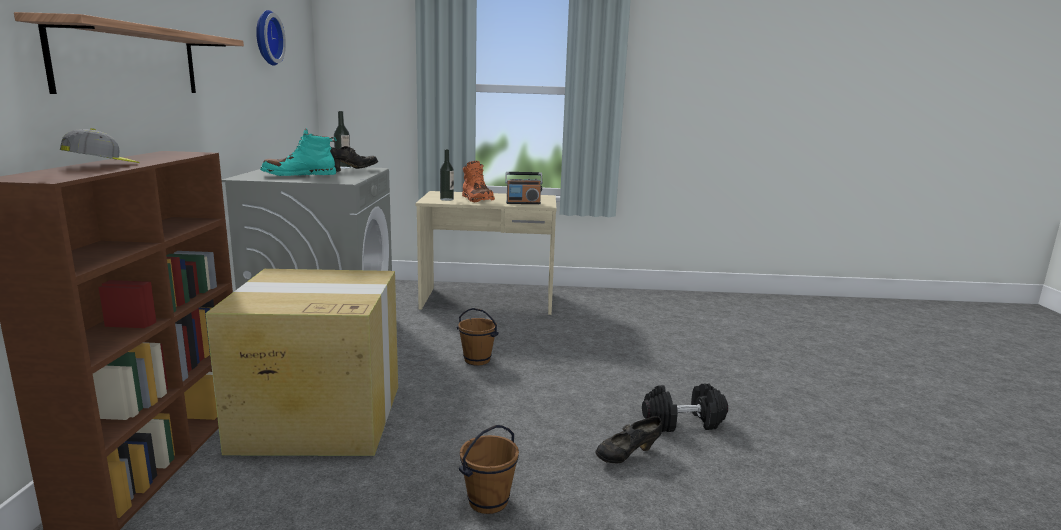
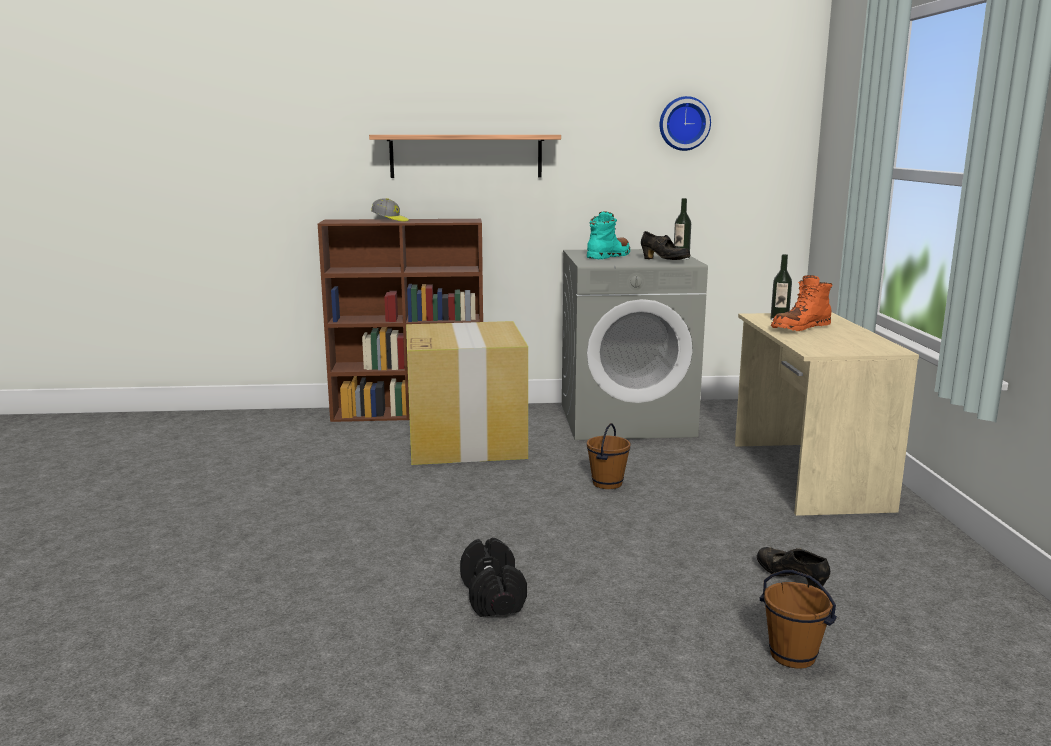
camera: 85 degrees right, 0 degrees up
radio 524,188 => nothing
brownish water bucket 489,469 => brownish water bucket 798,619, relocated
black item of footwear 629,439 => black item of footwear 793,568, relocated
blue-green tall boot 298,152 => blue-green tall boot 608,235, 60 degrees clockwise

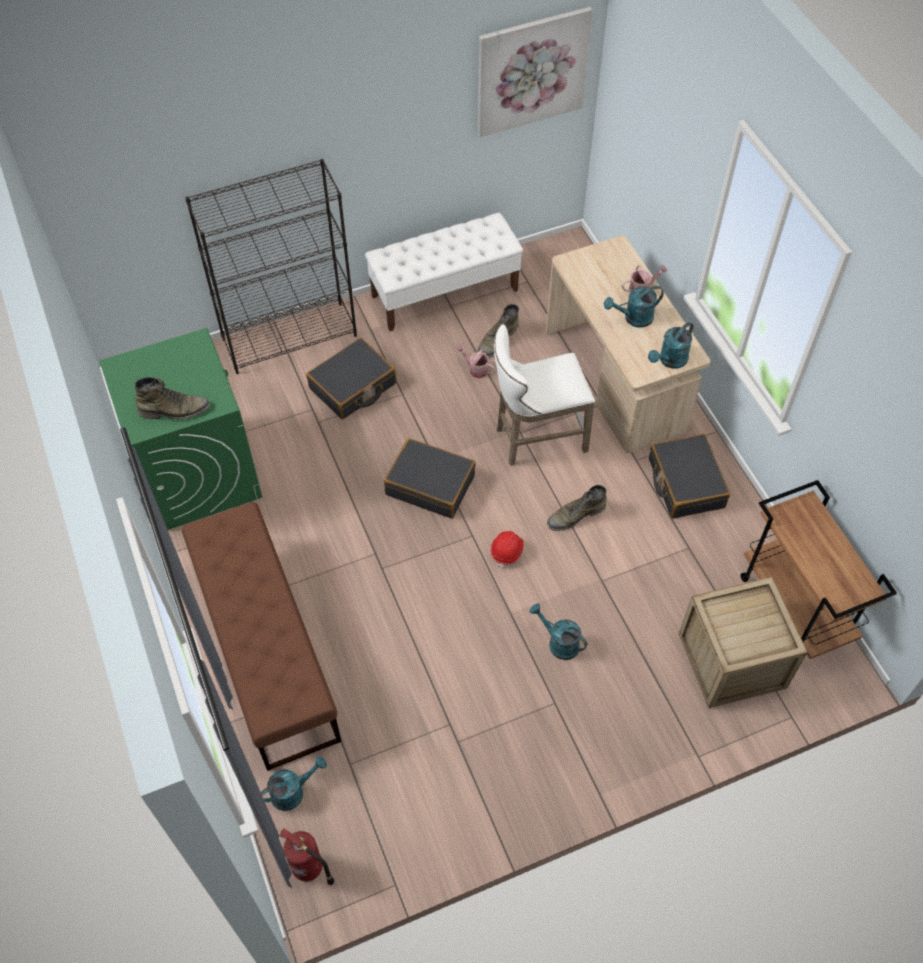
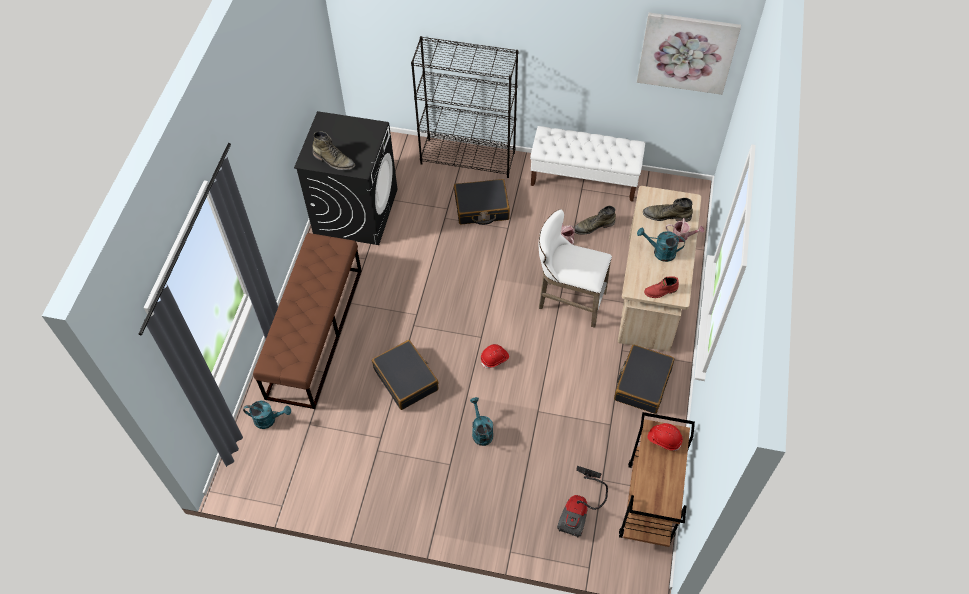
camera: 35 degrees right, 0 degrees up
fire-fighting cylinder 307,856 => nothing
nothing => red-coloured hard hat 665,437
black piece of luggage 430,478 => black piece of luggage 405,375, relocated
green-coloured tall boot 577,508 => green-coloured tall boot 668,210, relocated
blue-green watering can 671,345 => red-coloured tall boot 661,287
crate 743,642 => vacuum 582,502
green-coloured laundry machine 180,429 => black laundry machine 346,178

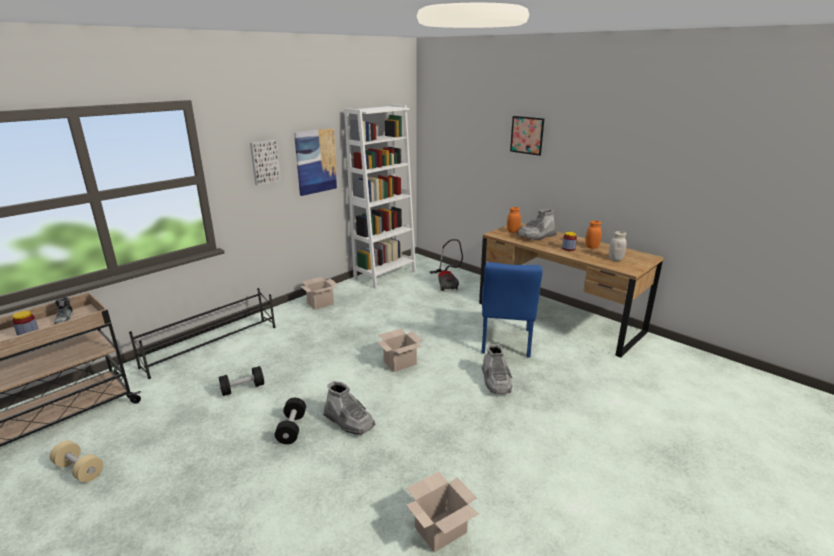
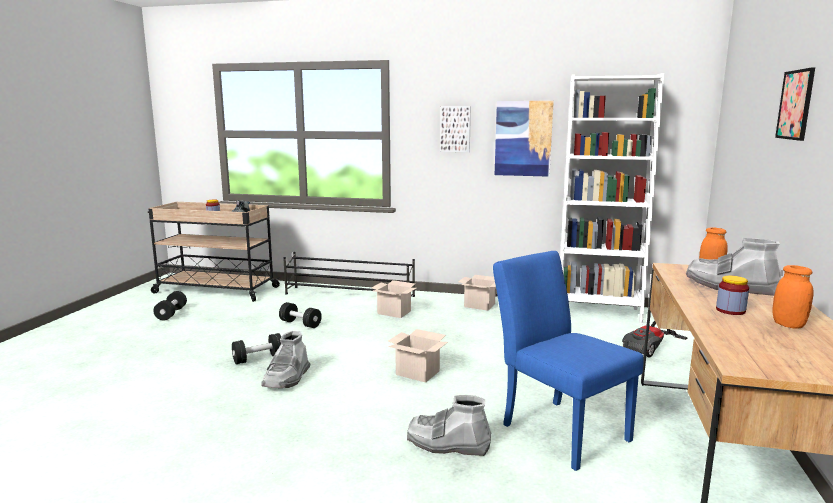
camera: 60 degrees right, 10 degrees down
white-coloured preserve jar 617,246 => nothing
packing box 442,512 => packing box 393,299, relocated
beige-coloured free weight 76,461 => black free weight 170,305
blue-coloured chair 512,310 => blue-coloured chair 568,361, 75 degrees clockwise
gray tall boot 496,369 => gray tall boot 449,425, 45 degrees clockwise

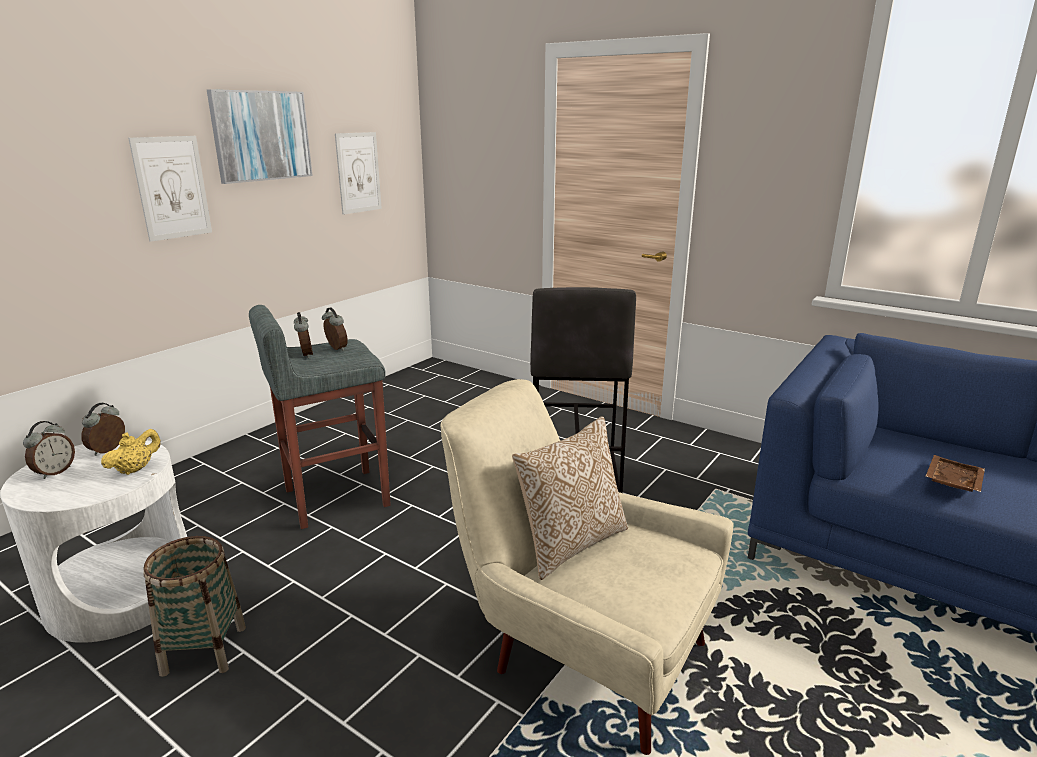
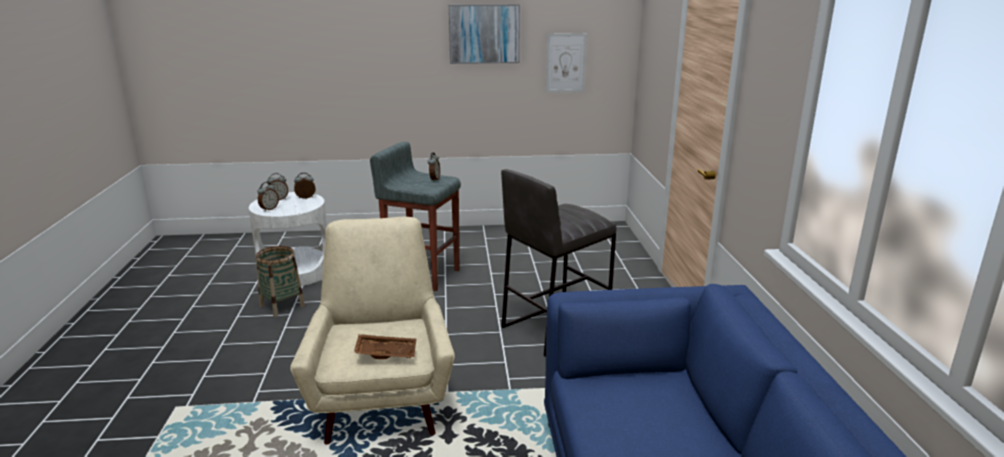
camera: 50 degrees right, 0 degrees up
yellowish pot for tea 131,452 => nothing
picture 170,189 => nothing
cushion 570,498 => nothing
alarm clock 303,335 => alarm clock 268,196, relocated
brownish carrying tray 955,473 => brownish carrying tray 385,346, relocated

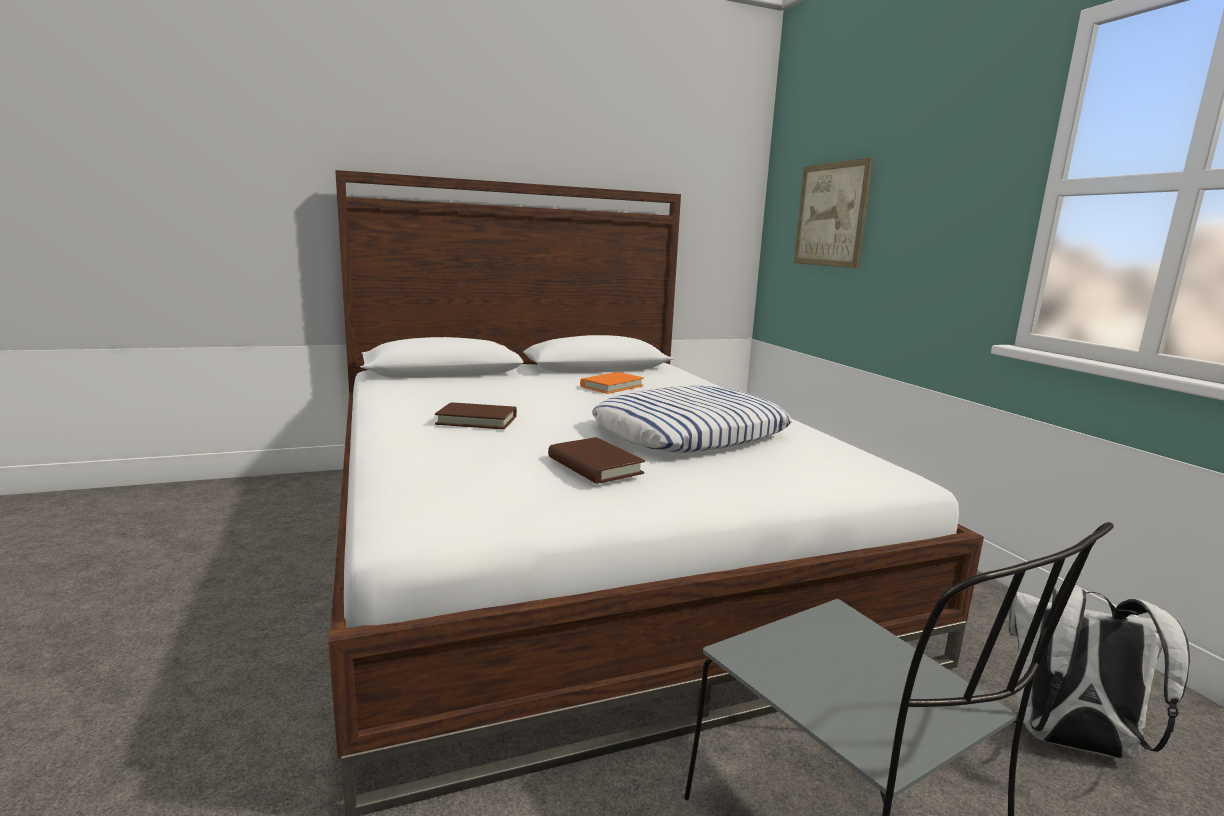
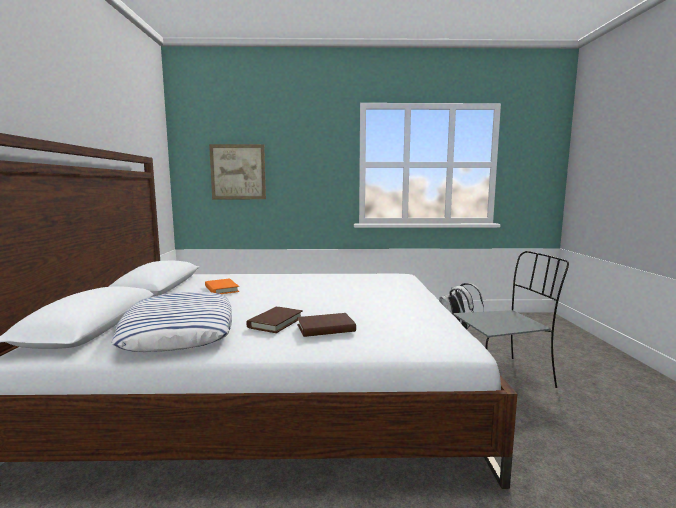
camera: 70 degrees left, 5 degrees down
brownish bound book 596,460 => brownish bound book 326,325, relocated
cushion 692,419 => cushion 172,322, relocated

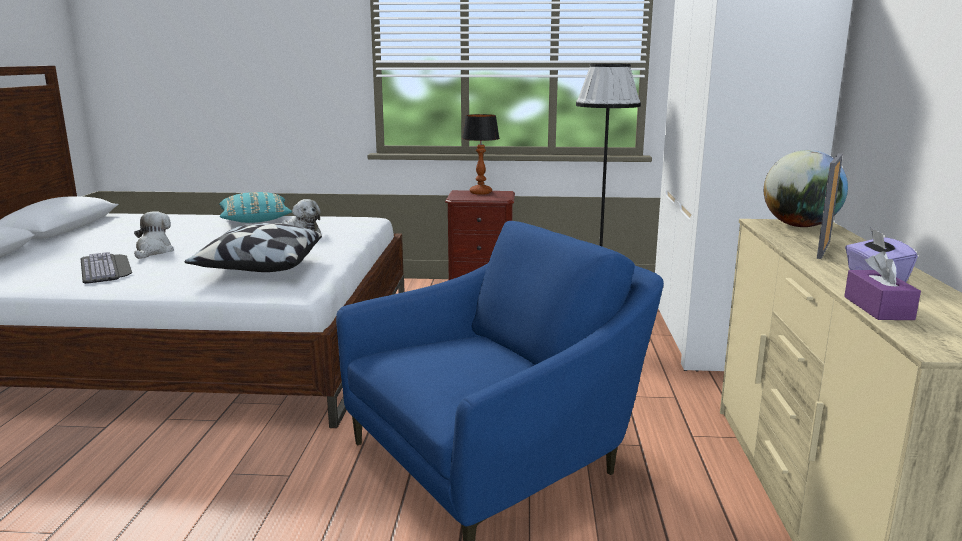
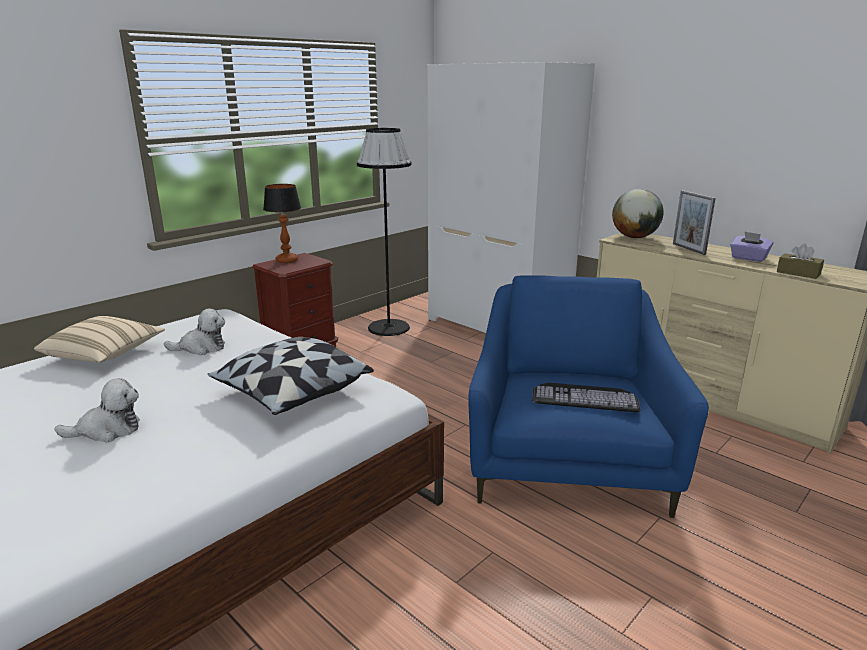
camera: 50 degrees left, 5 degrees up
PC keyboard 106,268 => PC keyboard 586,397, relocated
blue-green cushion 255,207 => beige-coloured cushion 99,339
purple box of tissues 882,285 => brownish box of tissues 800,261
plush toy 154,235 => plush toy 97,410, 120 degrees clockwise

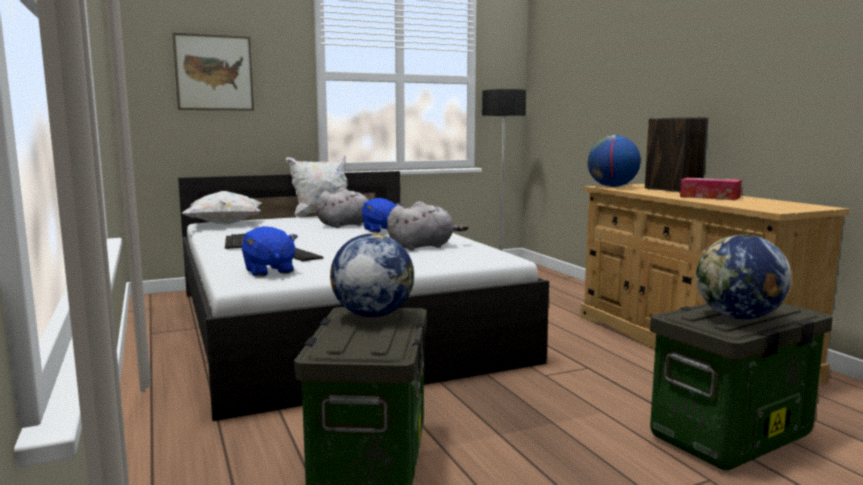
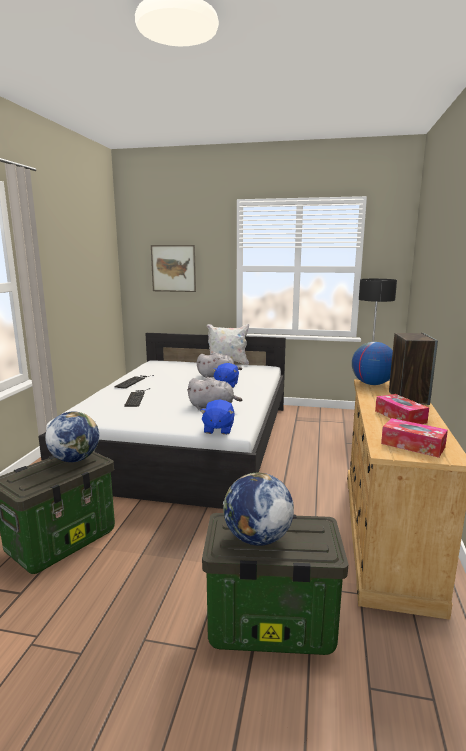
camera: 35 degrees right, 5 degrees up
white-coloured cushion 221,207 => nothing
nothing => box of tissues 414,438
blue-coloured plush toy 270,251 => blue-coloured plush toy 217,417, relocated

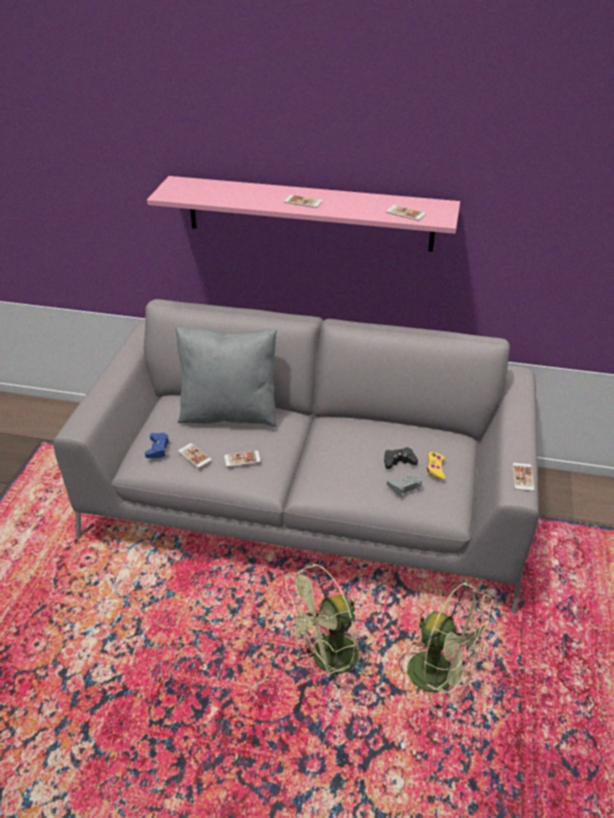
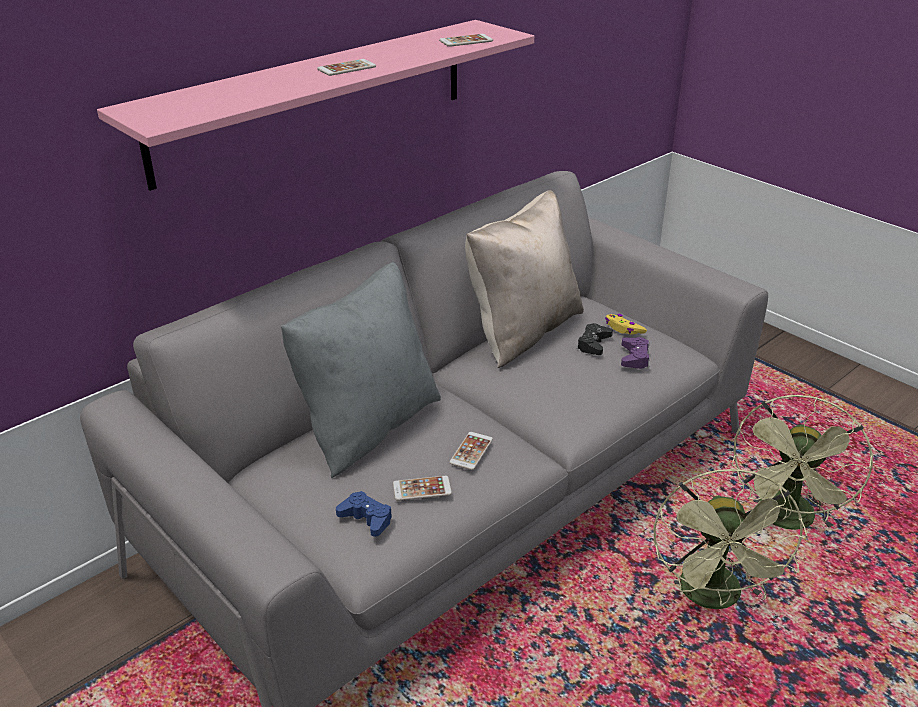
camera: 55 degrees left, 5 degrees down
phone 524,477 => nothing
nothing => beige-coloured cushion 524,279
gray game controller 404,483 => purple game controller 635,353
green-coloured cooling fan 450,639 => green-coloured cooling fan 802,462, 135 degrees clockwise

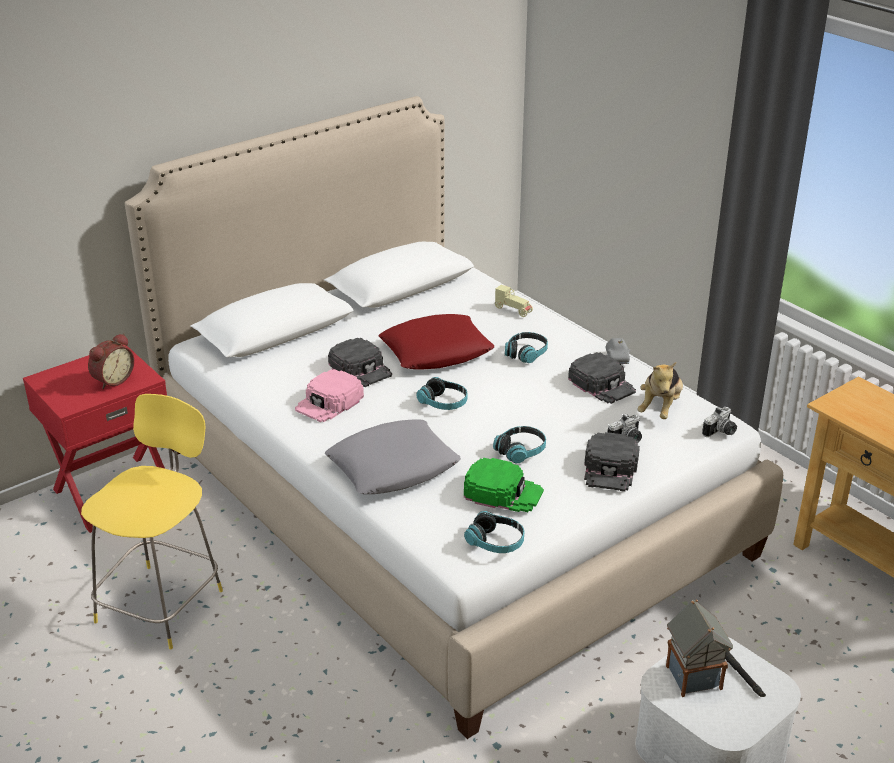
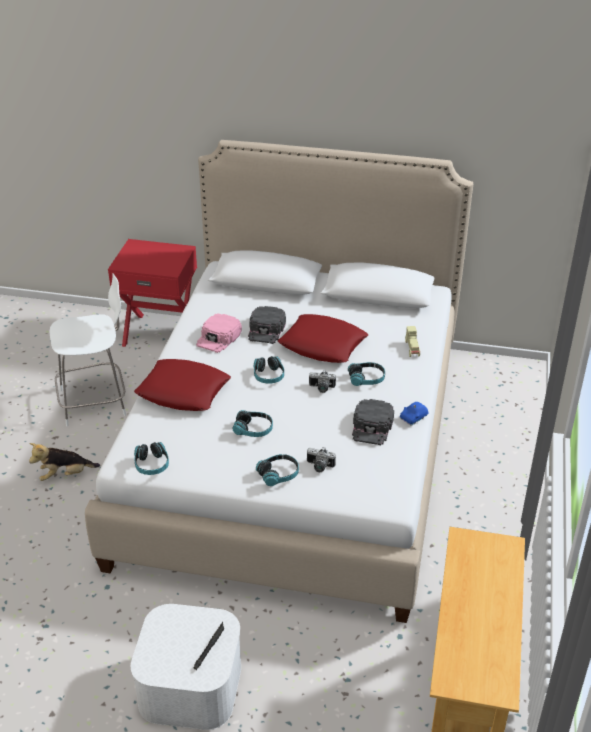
camera: 50 degrees right, 5 degrees up
alarm clock 111,361 => nothing
green-coloured cap 504,485 => nothing
model house 699,648 => nothing
plush toy 660,390 => plush toy 64,462, relocated
photo camera 719,422 => photo camera 322,381, relocated
black cap 612,462 => headset 277,470
yellowish stool 152,522 => white-coloured stool 87,349
gray cushion 393,456 => red-coloured cushion 182,385
gray model car 618,351 => blue-coloured model car 414,414
pink-coloured cap 329,395 => pink-coloured cap 219,333, 60 degrees counterclockwise

